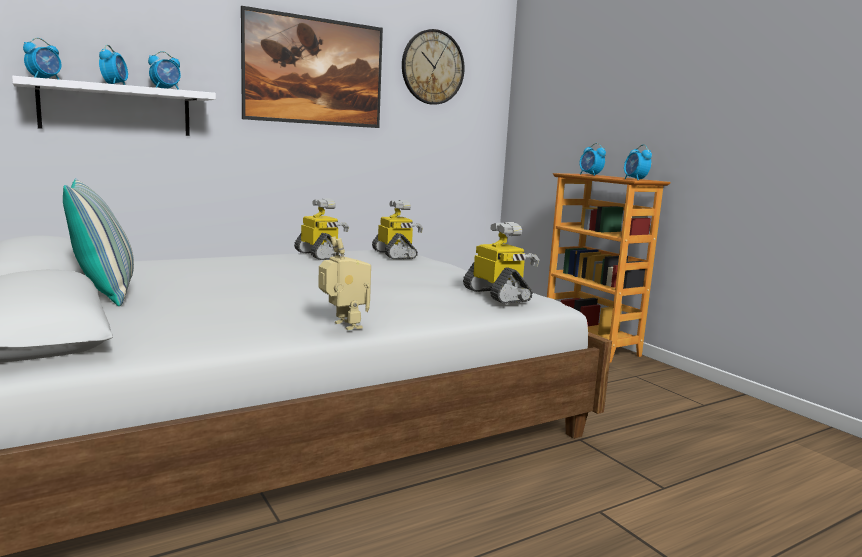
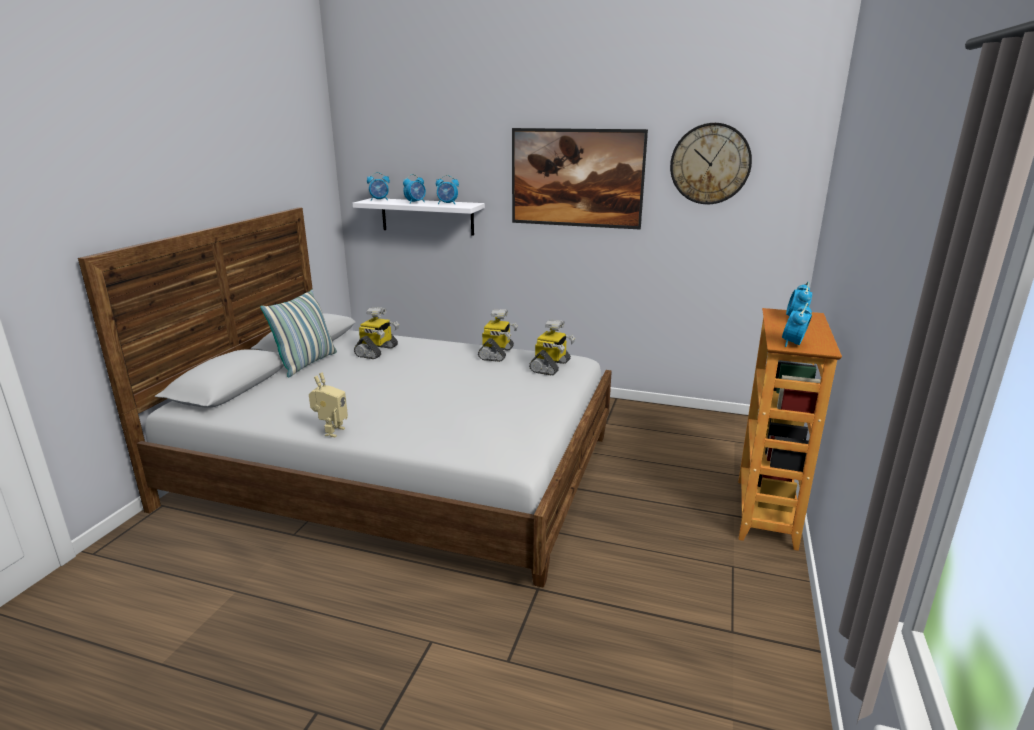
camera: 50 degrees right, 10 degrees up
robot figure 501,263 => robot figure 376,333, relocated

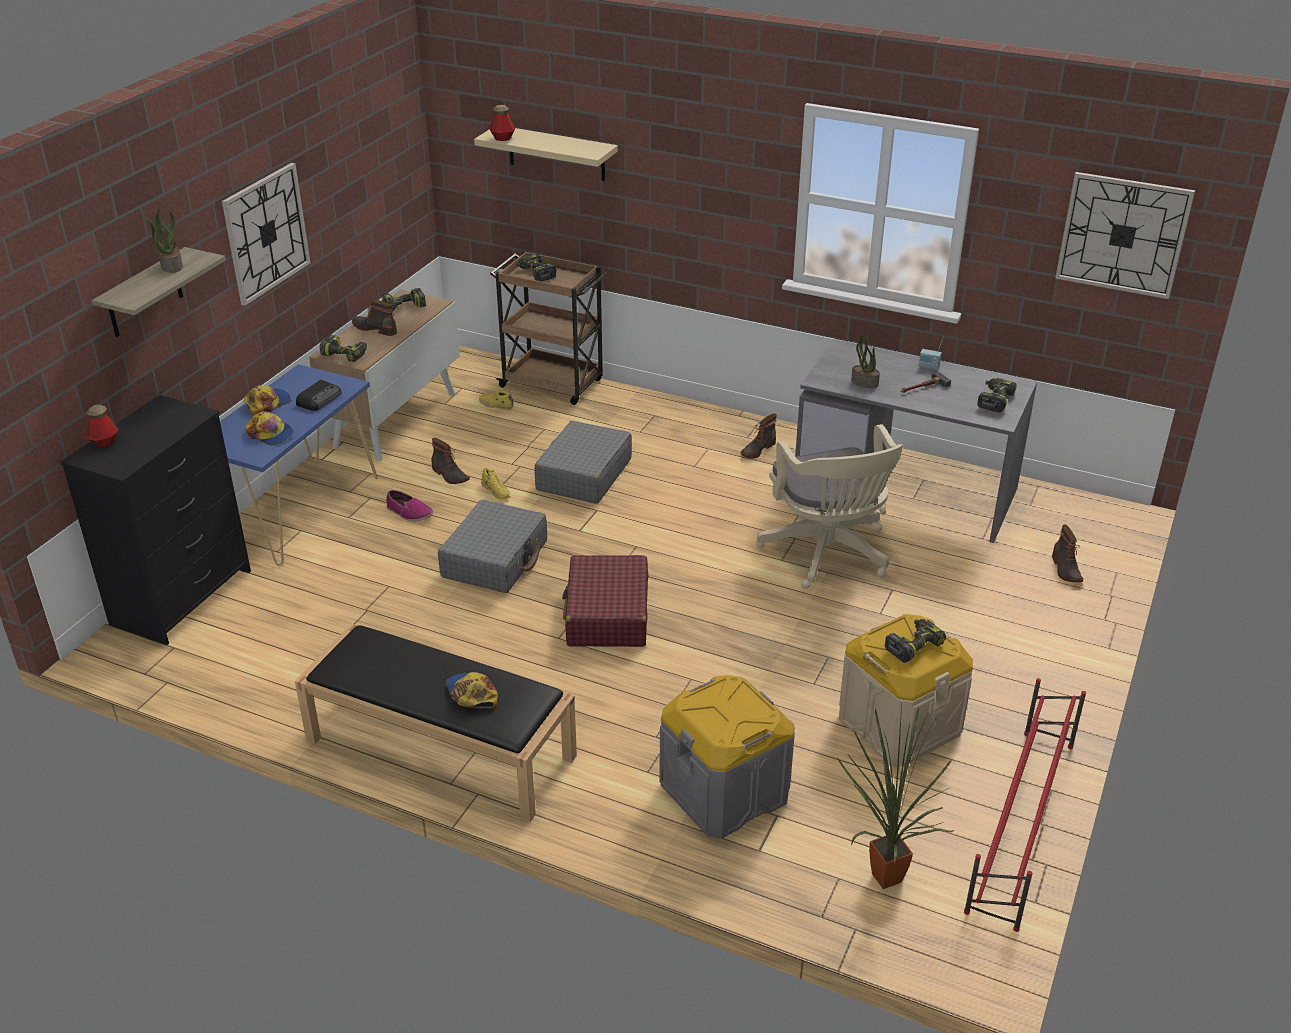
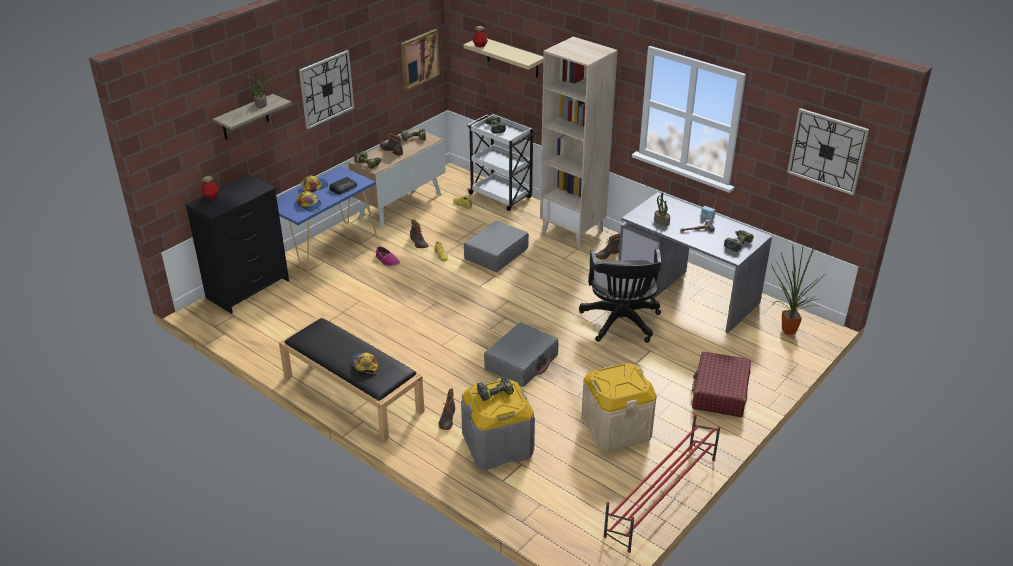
camera: 15 degrees right, 0 degrees up
nothing => picture 420,60
nothing => beige-coloured bookshelf 579,142
gray piece of luggage 492,546 => gray piece of luggage 521,354, relocated
red-coloured piece of luggage 605,601 => red-coloured piece of luggage 721,384, relocated
houseplant 895,795 => houseplant 798,289, relocated
drill 915,641 => drill 495,389, relocated
tall boot 1067,554 => tall boot 447,409, relocated
brownish trolley 548,328 => white-coloured trolley 501,162
beige-coloured desk chair 829,506 => black desk chair 620,296

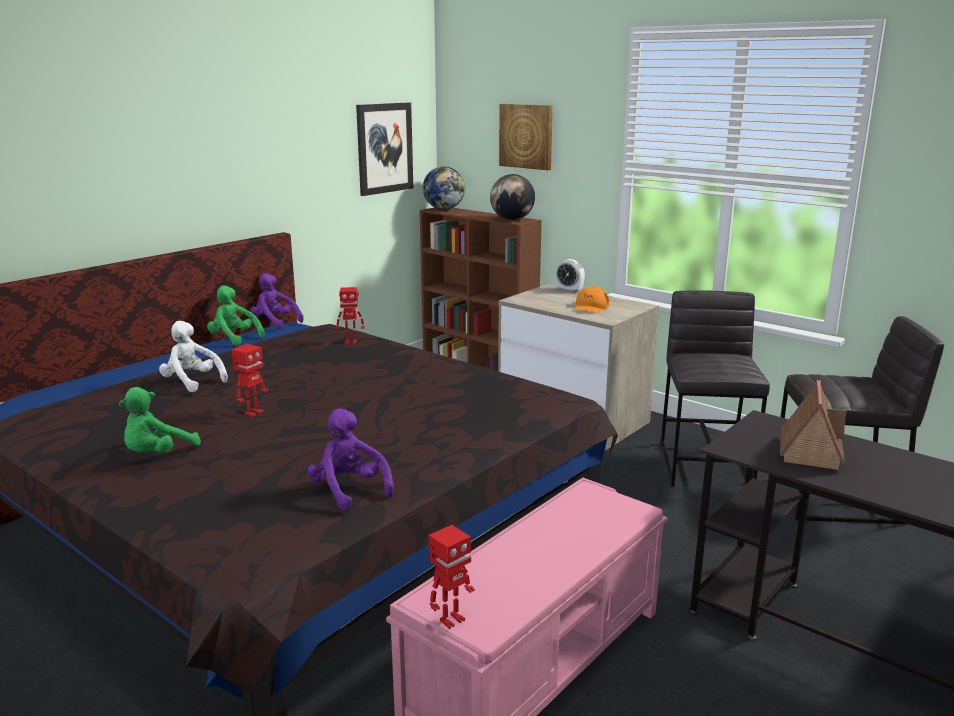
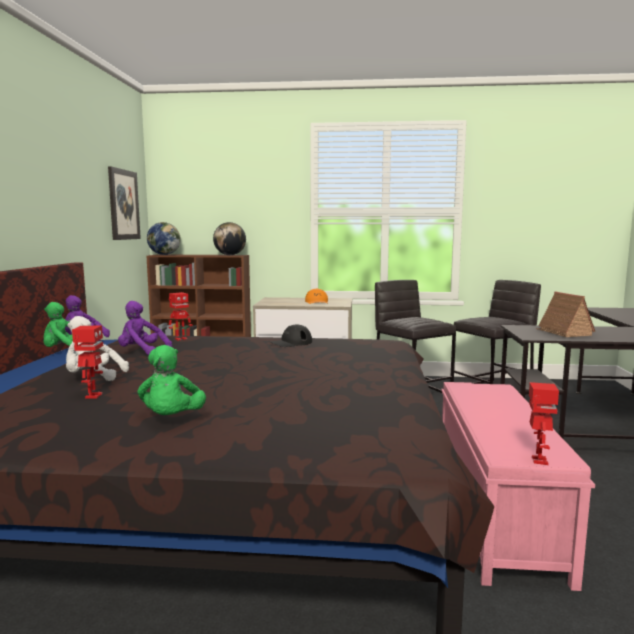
camera: 35 degrees left, 10 degrees down
picture 526,137 => nothing
alarm clock 570,276 => nothing
nothing => black cap 291,335
robot figure 249,380 => robot figure 87,362, relocated
purple plush toy 350,459 => purple plush toy 145,328, relocated

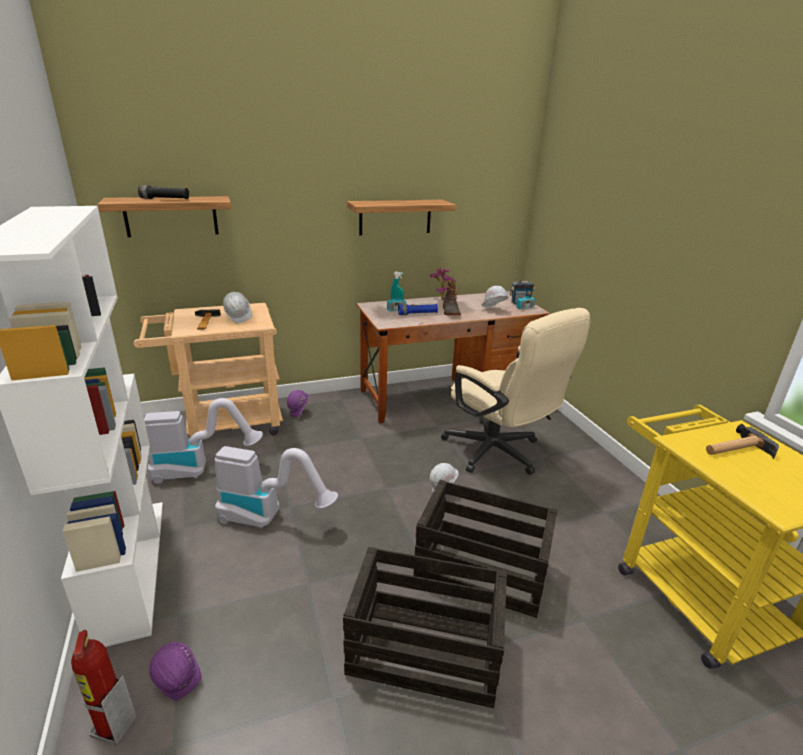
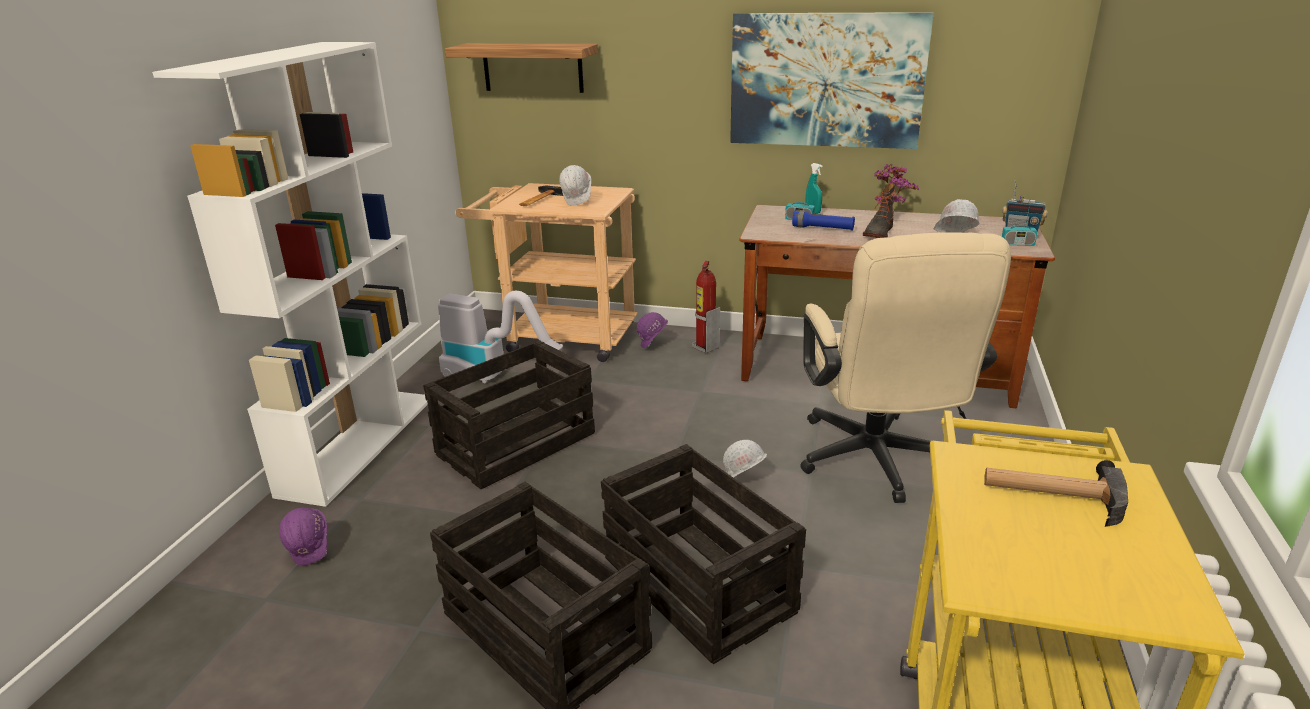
camera: 35 degrees right, 0 degrees up
black torch 164,192 => nothing
fire-fighting cylinder 103,687 => fire-fighting cylinder 706,307, relocated
vacuum 276,487 => crate 509,414
bracket shelf 401,218 => picture 832,80

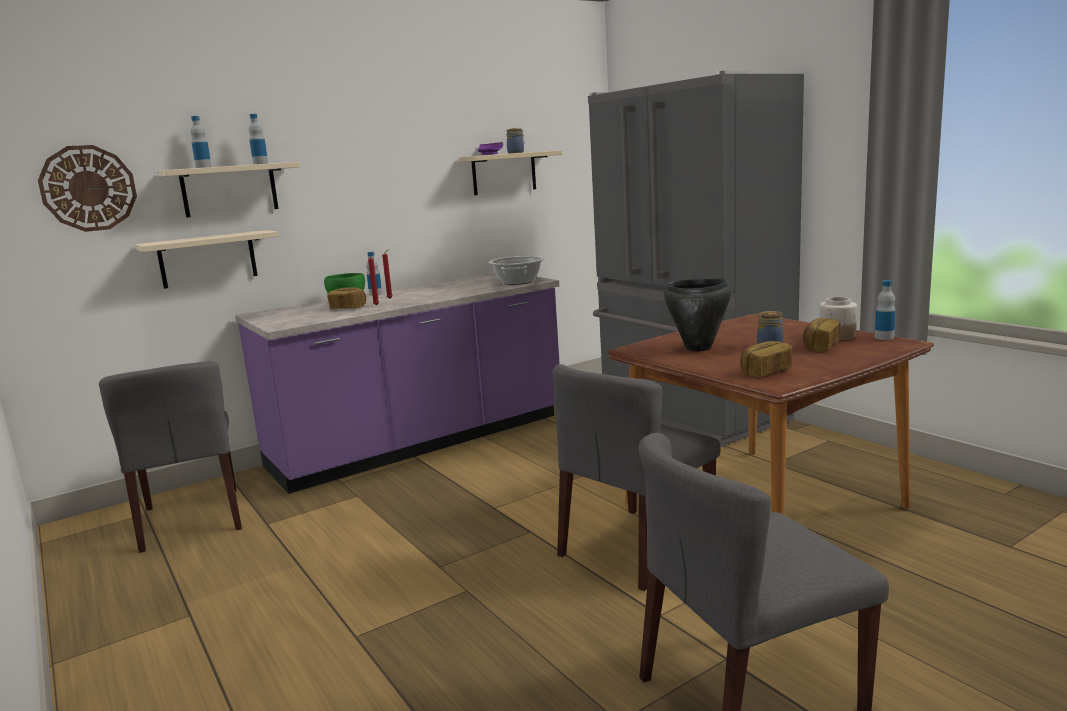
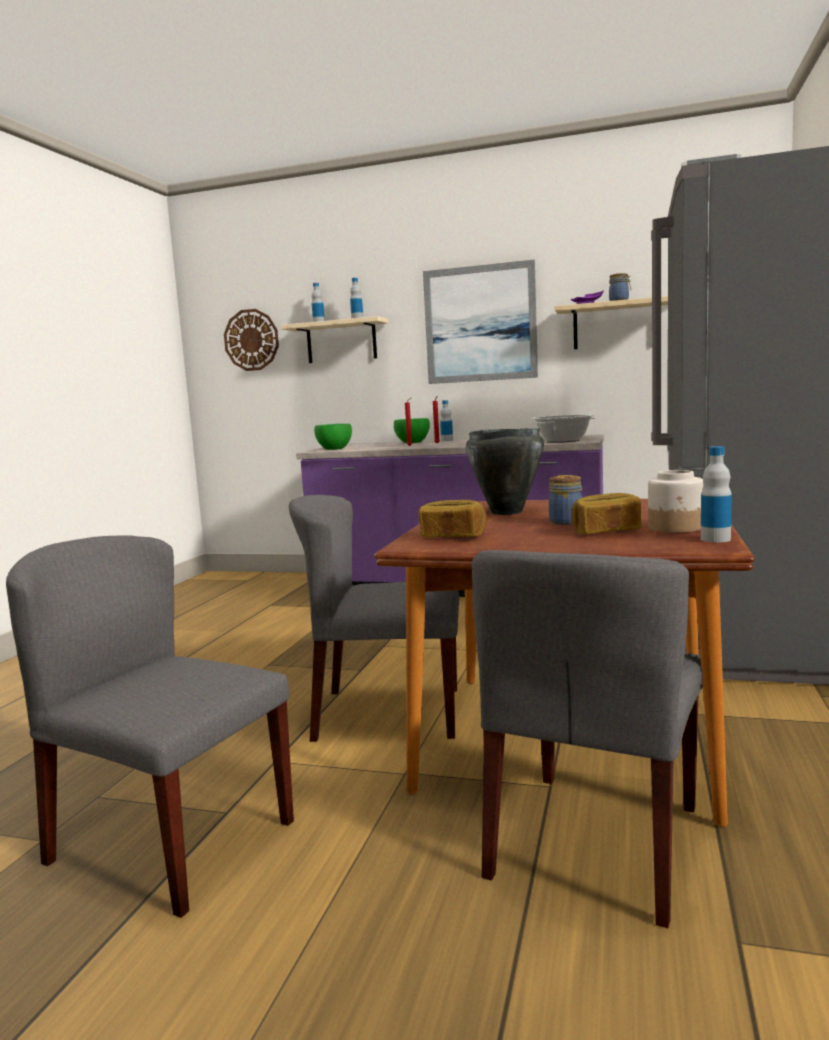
camera: 50 degrees right, 5 degrees down
beige-coloured bracket shelf 207,259 => nothing
baked bread 346,298 => nothing
nothing => green-coloured bowl 333,437
nothing => picture 480,322
gray chair 170,457 => gray chair 587,739, relocated

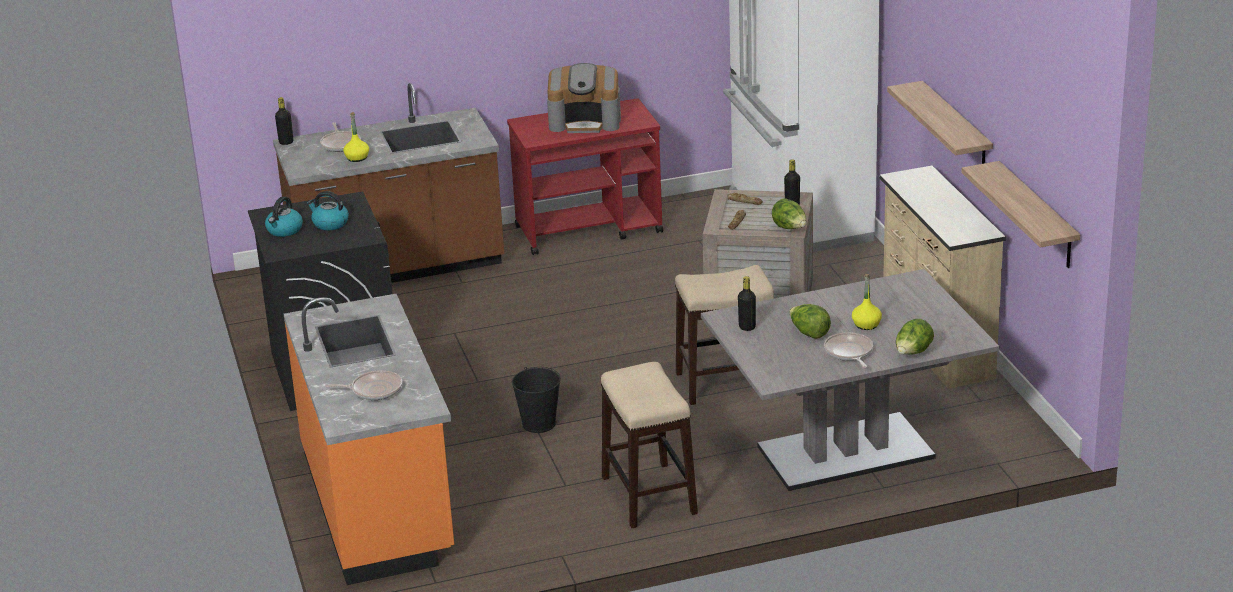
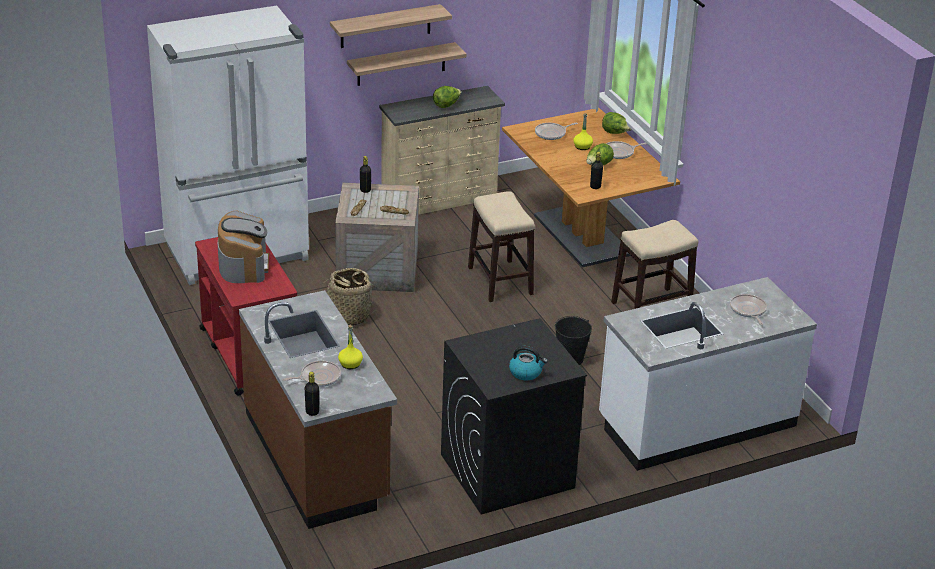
camera: 100 degrees left, 5 degrees up
water kettle 328,210 => nothing
nothing => household basket 351,297
nothing => skillet 556,131
head of lettuce 789,213 => head of lettuce 447,97, relocated
bracket shelf 1020,214 => bracket shelf 391,26, relocated
orange kitchen counter 369,439 => white-coloured kitchen counter 708,374
gray dinner table 850,380 => brownish dinner table 591,188

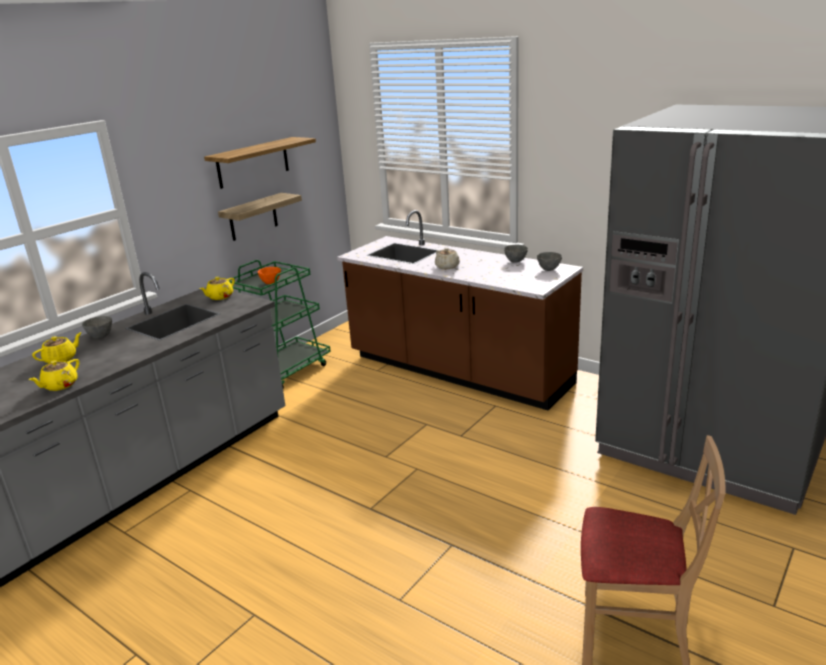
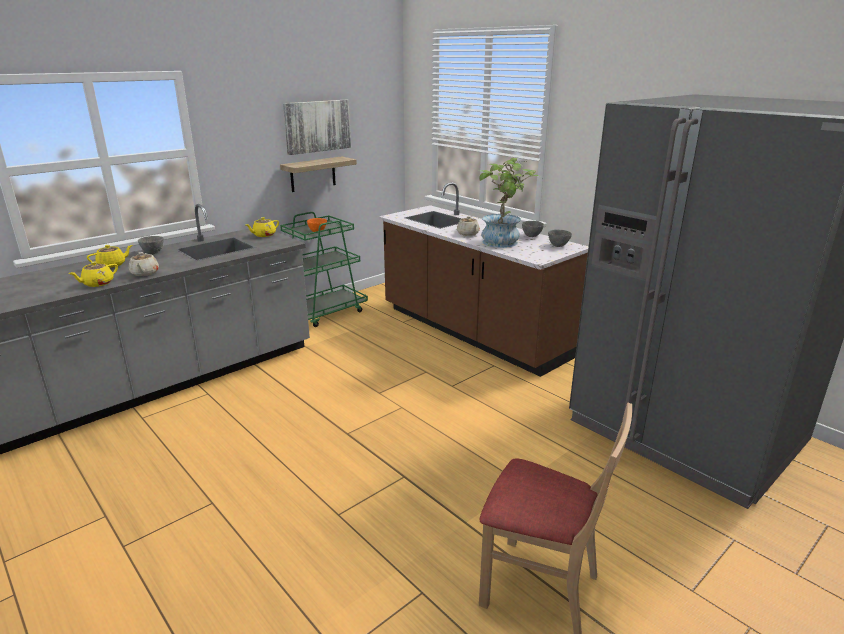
camera: 10 degrees right, 0 degrees up
nothing => beige-coloured pot for tea 144,264
nothing => houseplant 509,203
bracket shelf 260,163 => picture 317,127

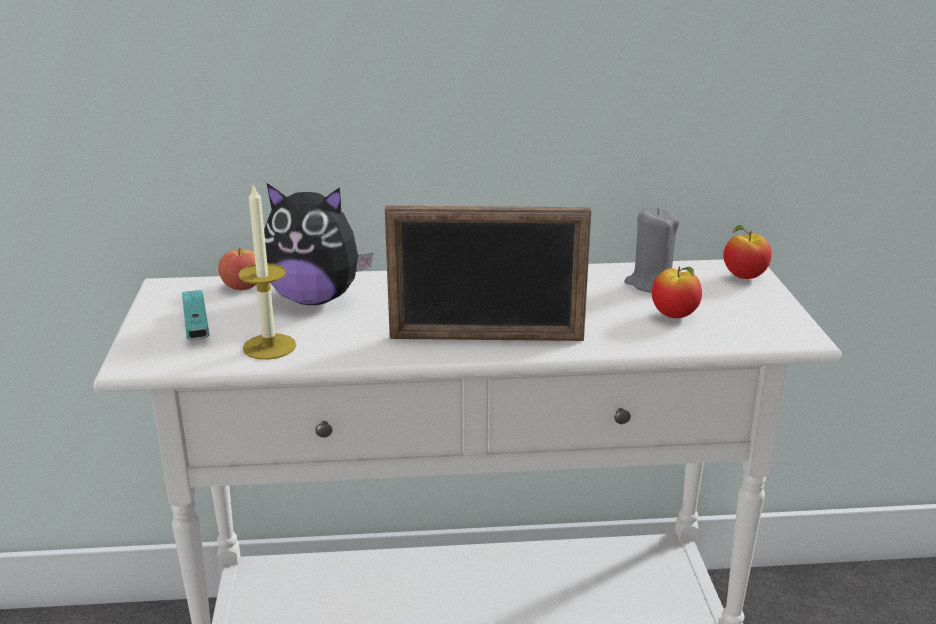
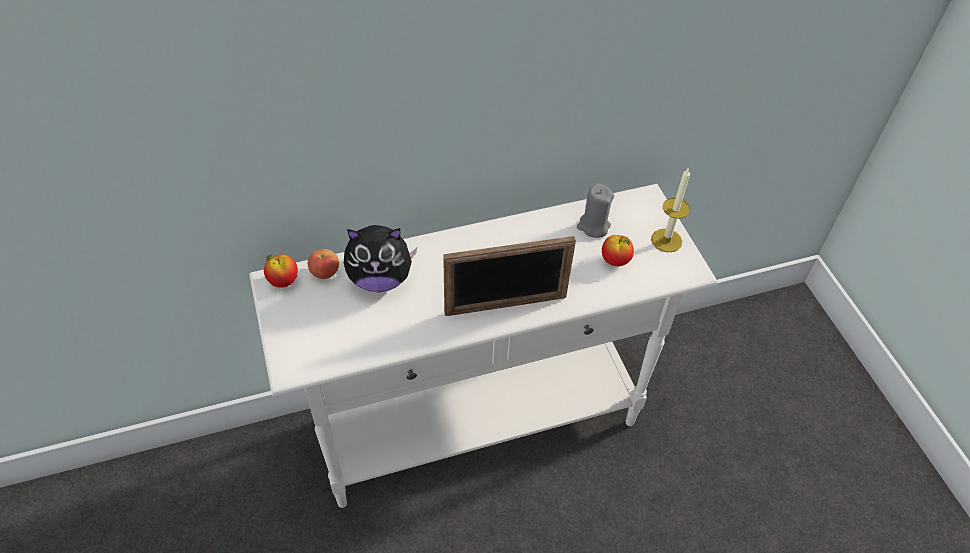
camera: 15 degrees left, 25 degrees up
blue-green game controller 196,315 => nothing
wax candle 267,271 => wax candle 670,209, relocated
whole apple 747,252 => whole apple 281,271, relocated

